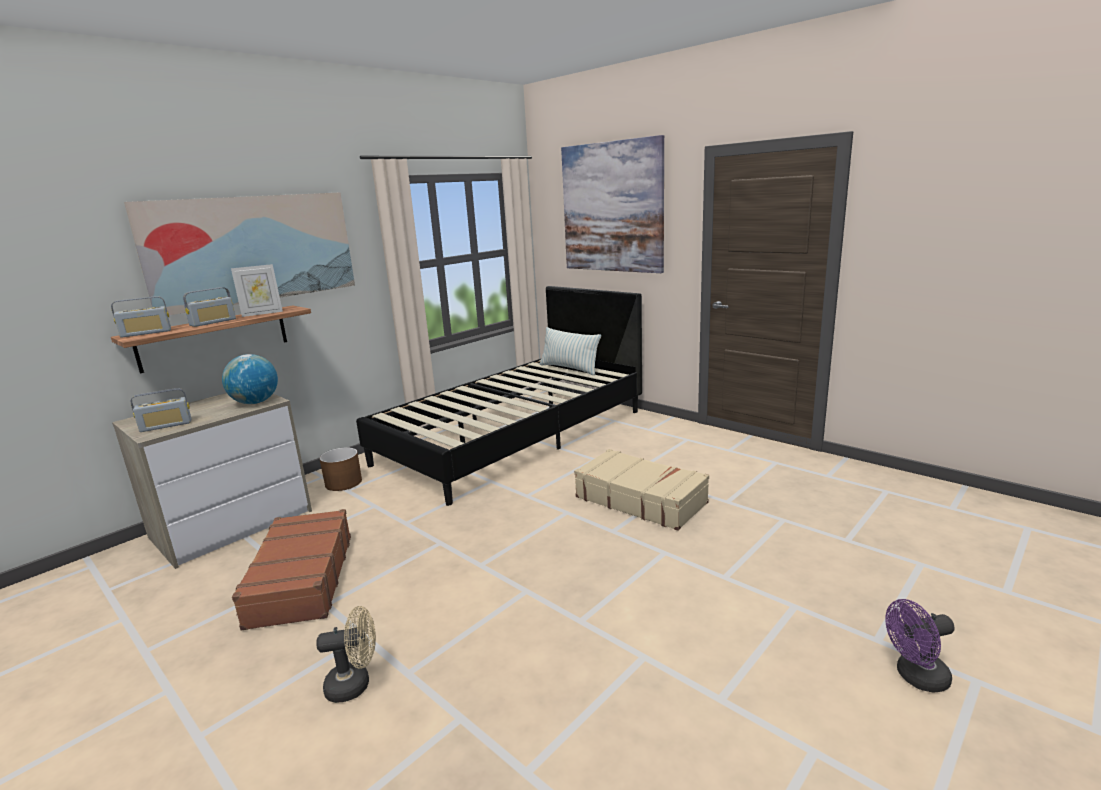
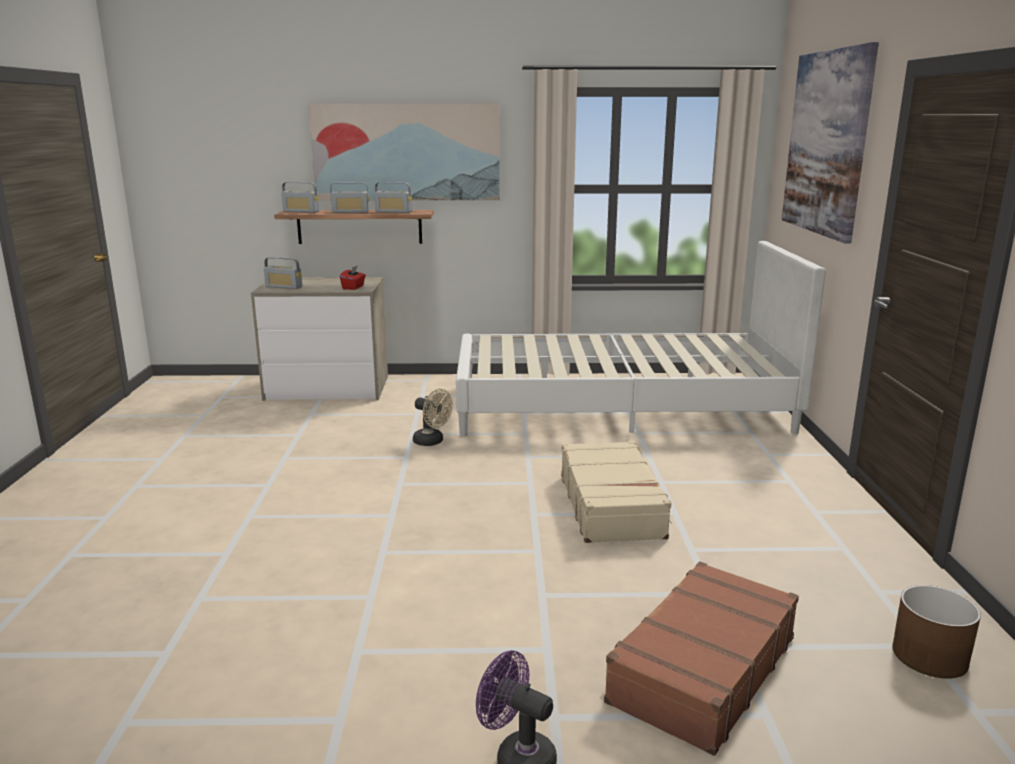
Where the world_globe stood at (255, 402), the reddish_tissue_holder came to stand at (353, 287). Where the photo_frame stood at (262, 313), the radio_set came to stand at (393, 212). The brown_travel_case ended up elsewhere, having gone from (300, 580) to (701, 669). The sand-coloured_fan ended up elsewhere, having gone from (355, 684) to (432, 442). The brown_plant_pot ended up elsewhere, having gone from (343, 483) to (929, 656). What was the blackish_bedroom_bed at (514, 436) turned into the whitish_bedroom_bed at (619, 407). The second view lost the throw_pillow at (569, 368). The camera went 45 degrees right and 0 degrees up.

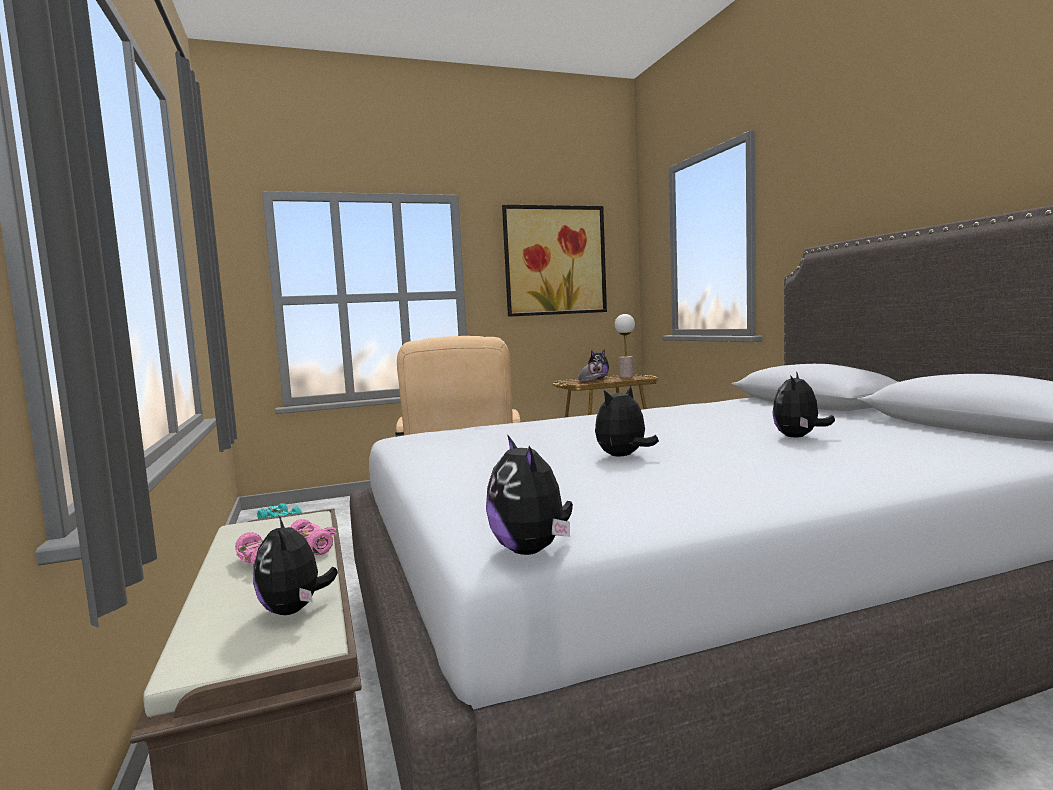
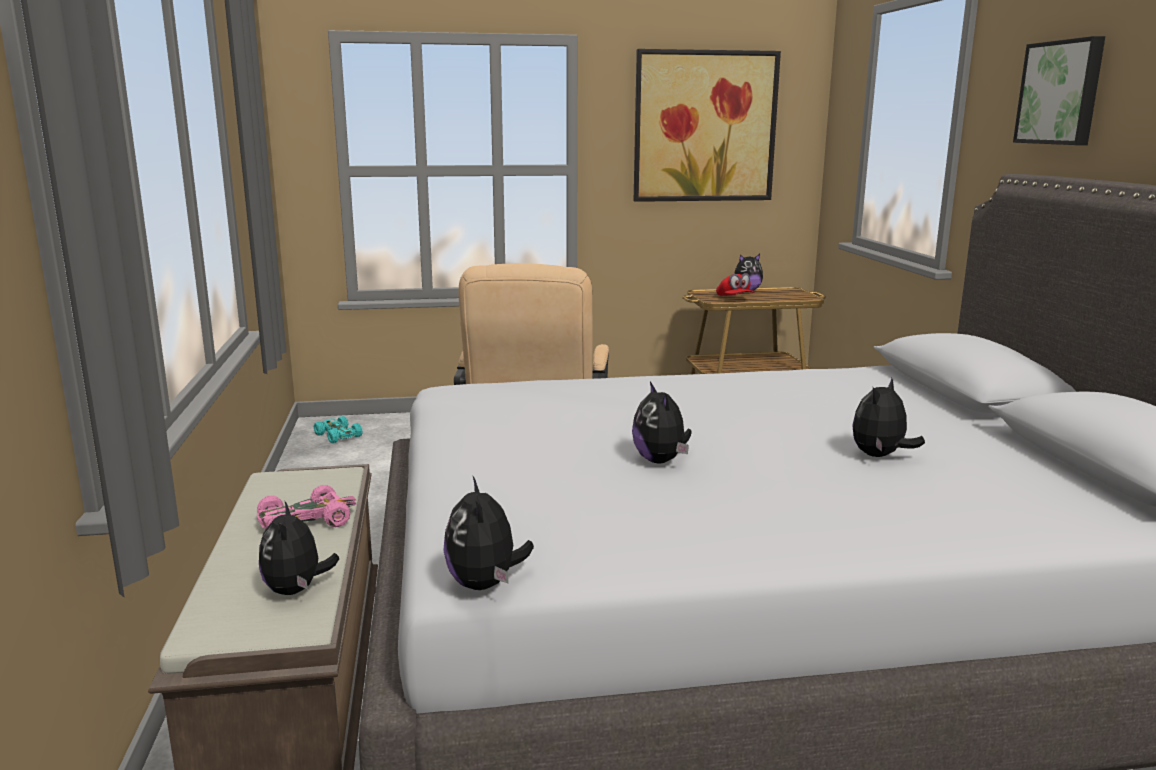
What was the gray_baseball_cap at (592, 382) turned into the reddish_baseball_cap at (734, 299). The soft_toy at (623, 456) ended up facing another way, 75 degrees counterclockwise from before. The second view lost the lamp_for_a_table at (626, 377). The second view gained the wall_picture at (1061, 93). The camera went 10 degrees right and 10 degrees up.

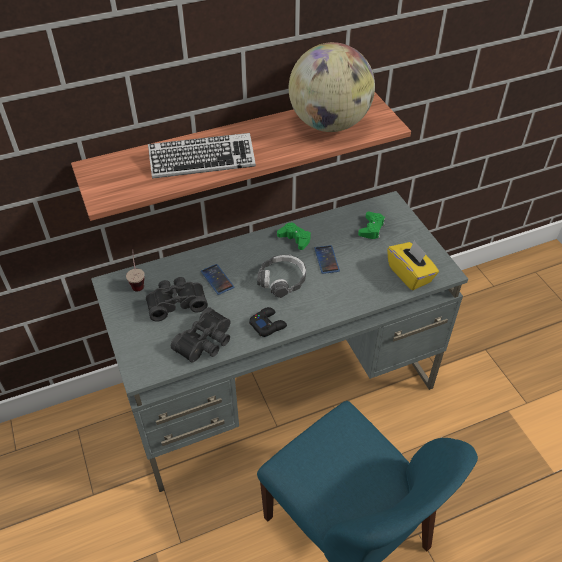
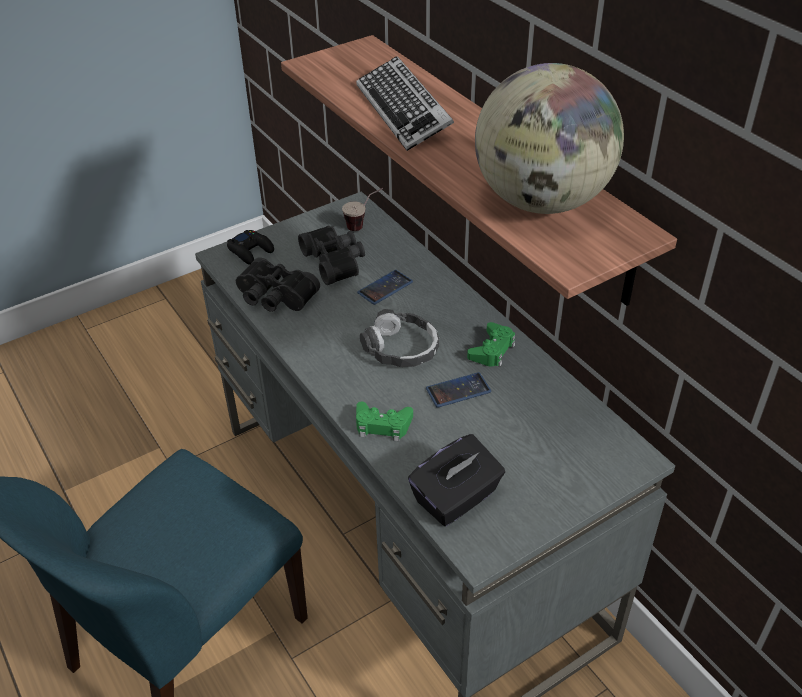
The blackish_game_controller ended up elsewhere, having gone from (268, 324) to (251, 251). The green_game_controller ended up elsewhere, having gone from (371, 229) to (382, 425). What was the yellowish_tissue_holder at (410, 274) turned into the blackish_tissue_holder at (456, 498). The camera went 80 degrees right and 5 degrees down.

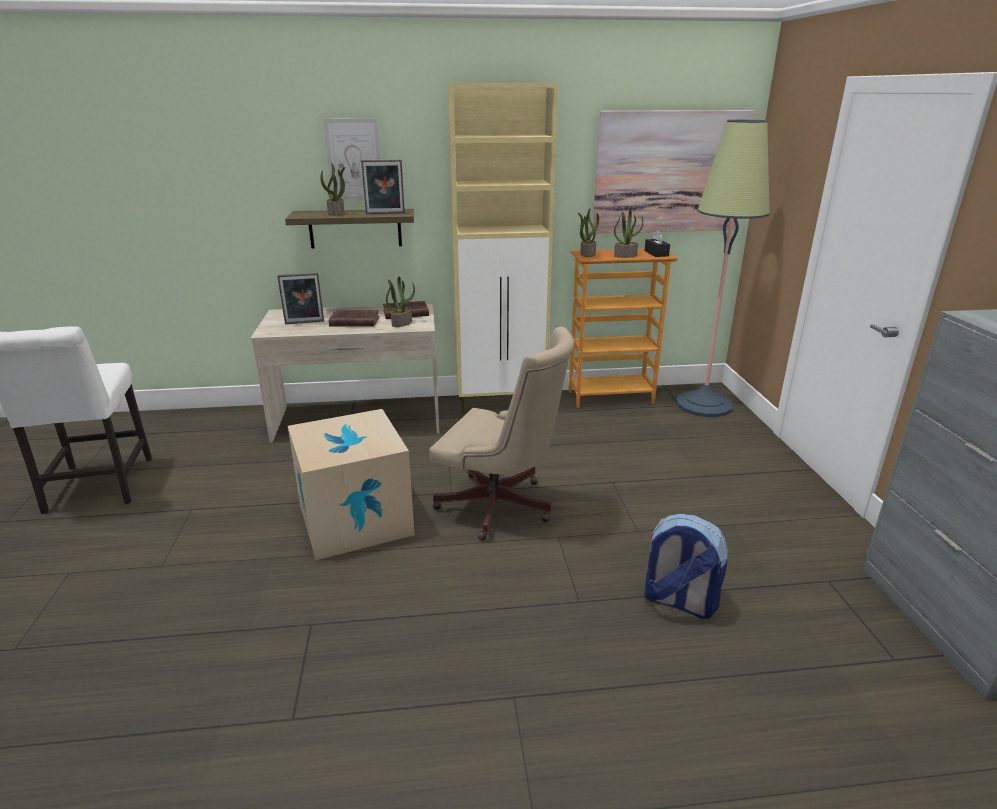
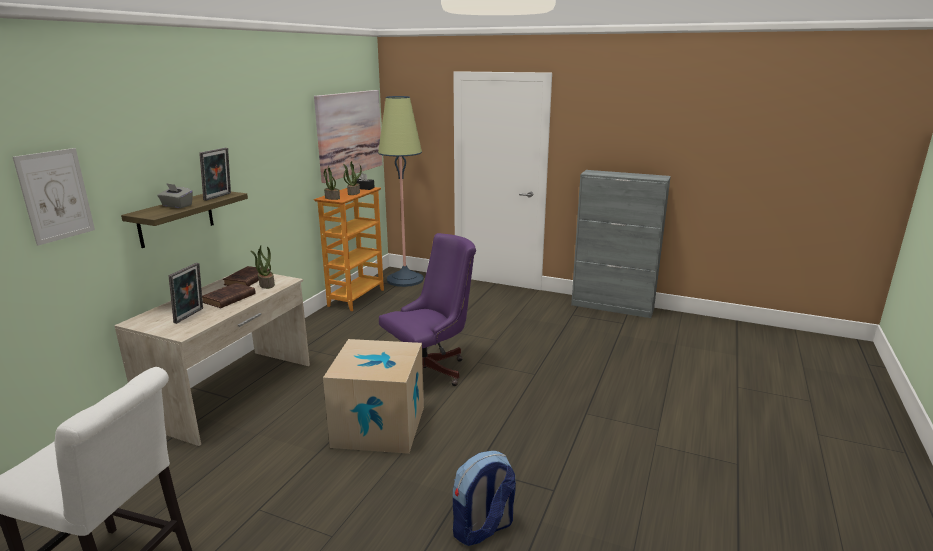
Where the houseplant stood at (336, 213), the gray_tissue_holder came to stand at (177, 206). The wall_picture ended up elsewhere, having gone from (354, 159) to (55, 195). What was the sand-coloured_office_chair at (501, 508) turned into the purplish_office_chair at (430, 370). The second view lost the sand-coloured_cupboard at (502, 404). The knapsack ended up elsewhere, having gone from (678, 601) to (483, 529). The camera went 60 degrees left and 5 degrees down.

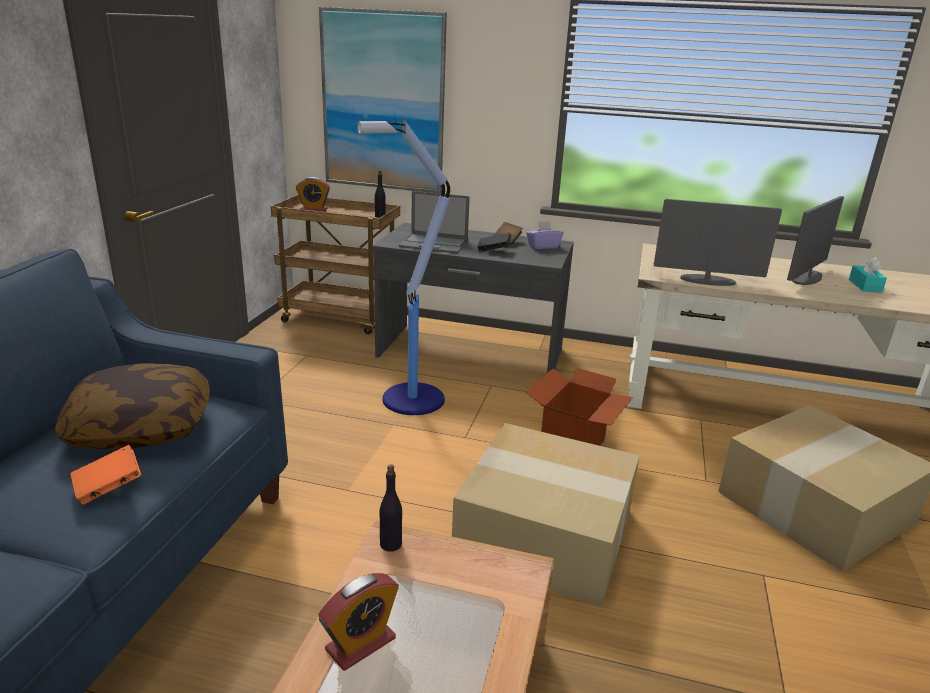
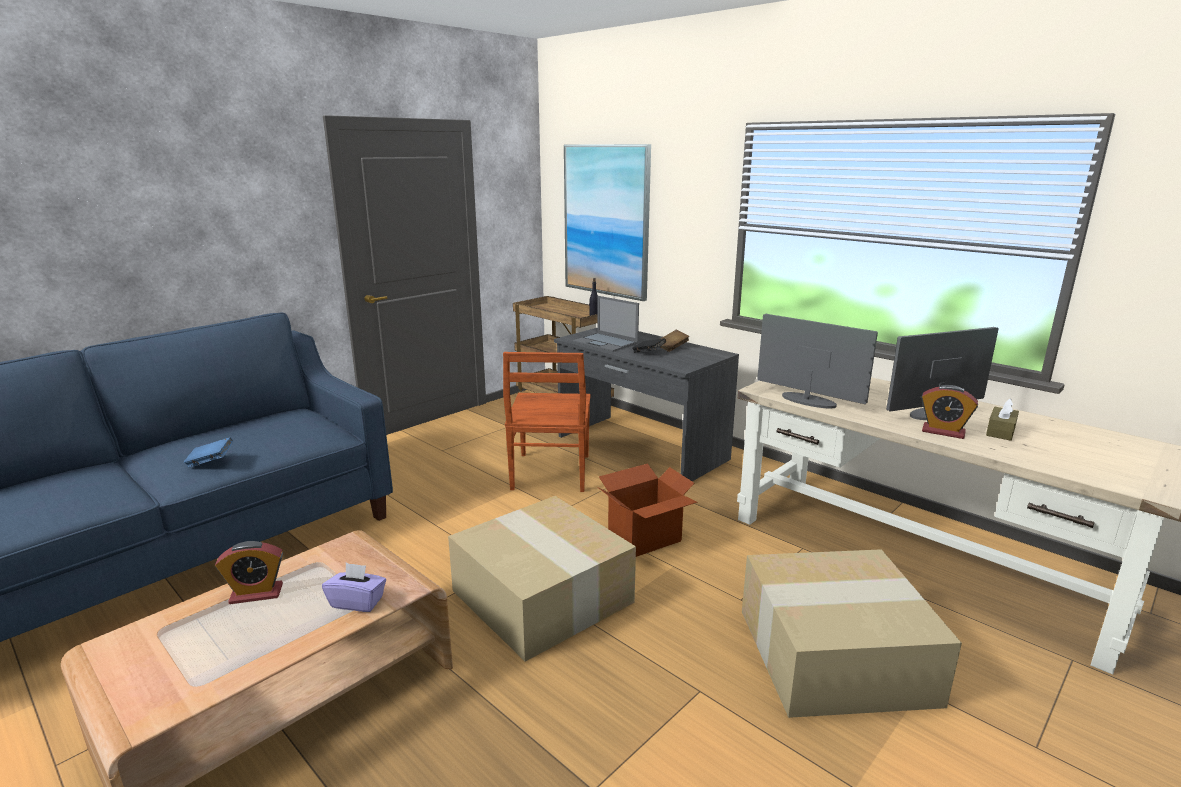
The second view lost the throw_pillow at (141, 427). What was the orange-coloured_bound_book at (108, 487) turned into the bluish_bound_book at (211, 462). The table_clock ended up elsewhere, having gone from (314, 209) to (943, 432). Where the standing_lamp stood at (410, 400), the brown_chair came to stand at (550, 473). The second view lost the blackish_beverage_bottle at (390, 544). The purplish_tissue_holder ended up elsewhere, having gone from (543, 246) to (357, 602). What was the blue-green_tissue_holder at (864, 286) turned into the brown_tissue_holder at (1000, 431). The camera went 30 degrees right and 5 degrees down.

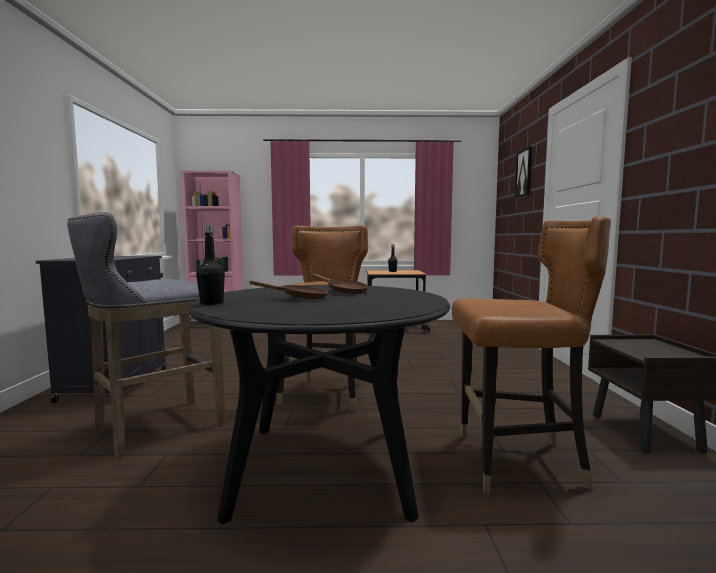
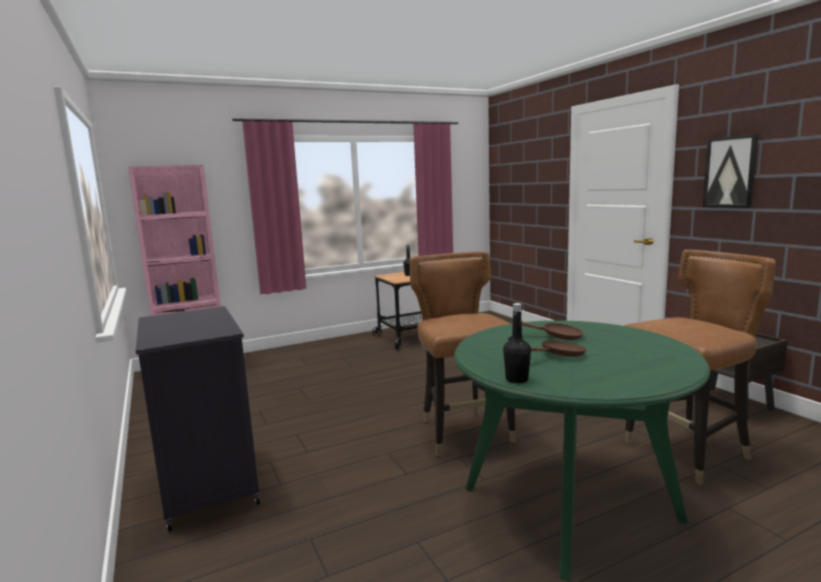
The second view lost the gray_stool_seat at (154, 429). What was the blackish_kitchen_table at (324, 467) turned into the green_kitchen_table at (569, 503). The wall_picture ended up elsewhere, having gone from (524, 173) to (730, 172). The camera went 25 degrees left and 5 degrees up.

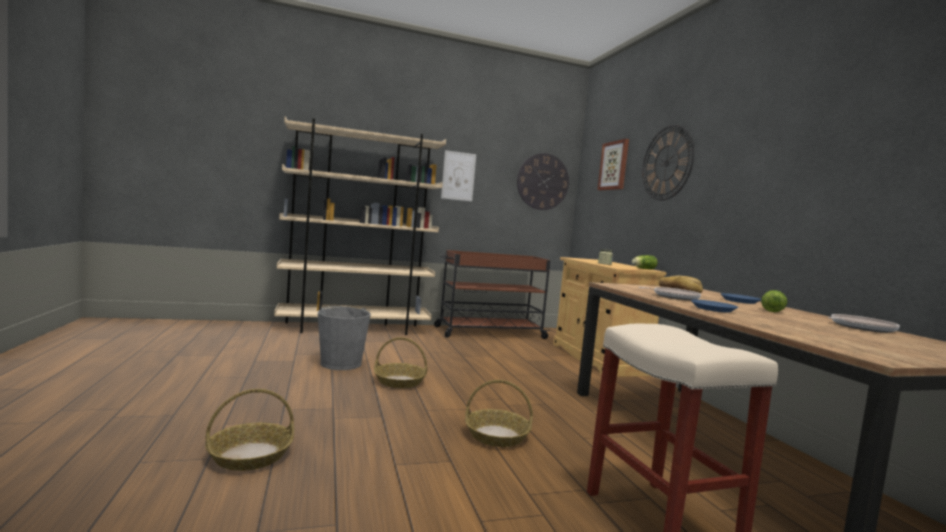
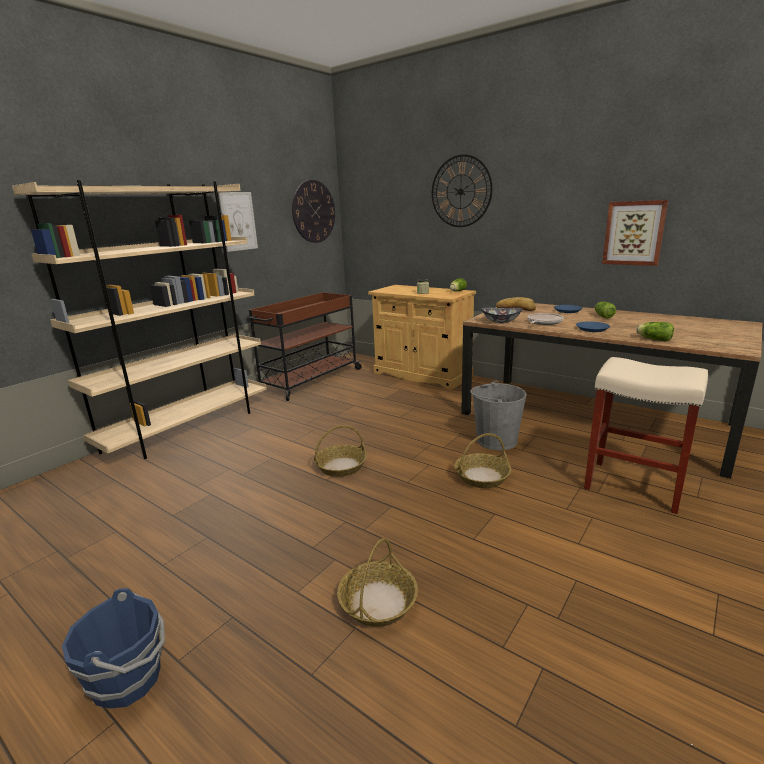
The gray_bucket ended up elsewhere, having gone from (341, 363) to (496, 440). The wall_picture ended up elsewhere, having gone from (614, 165) to (634, 233). The second view lost the skillet at (860, 327). The second view gained the bluish_bucket at (130, 679). The second view gained the bowl at (501, 321). The second view gained the head_of_lettuce at (653, 339). The camera went 35 degrees left and 15 degrees up.

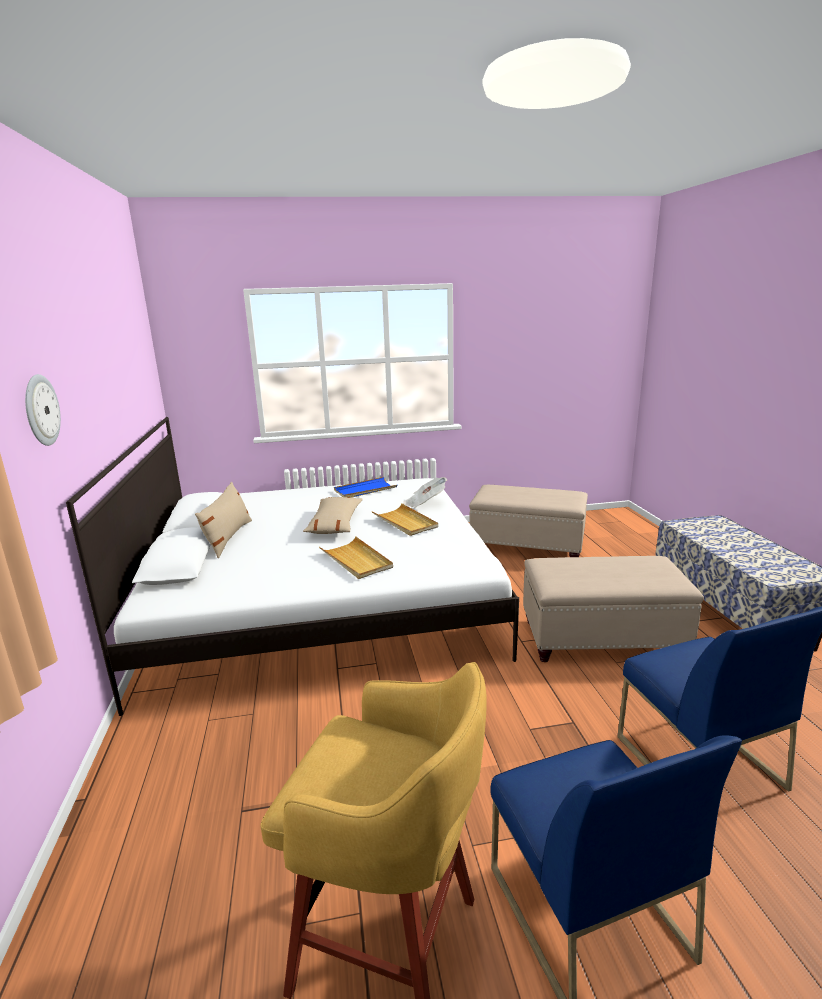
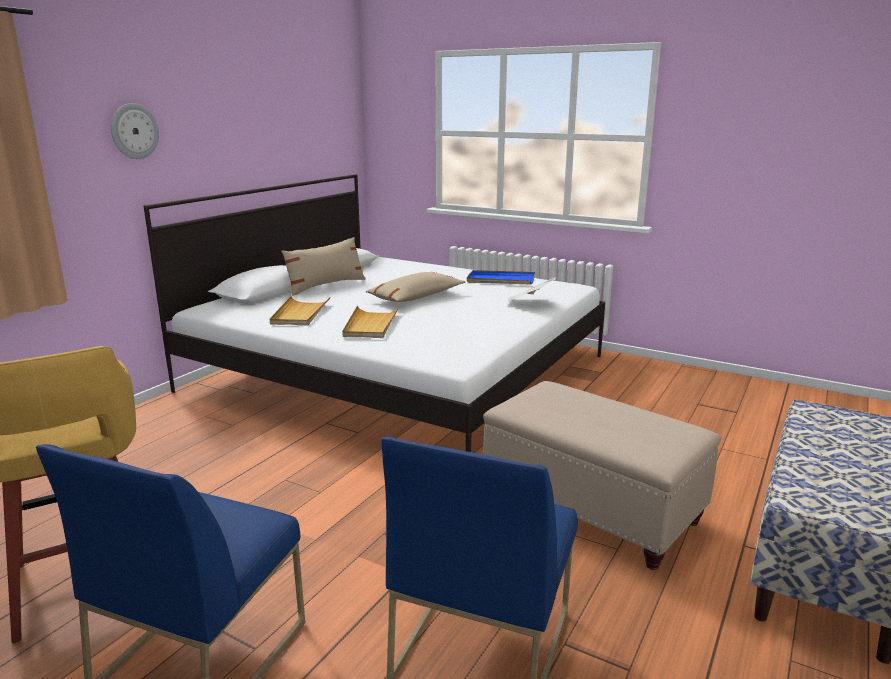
The sand-coloured_tray ended up elsewhere, having gone from (405, 522) to (300, 314). The second view lost the sand-coloured_footrest at (528, 546). The camera went 40 degrees right and 0 degrees up.

